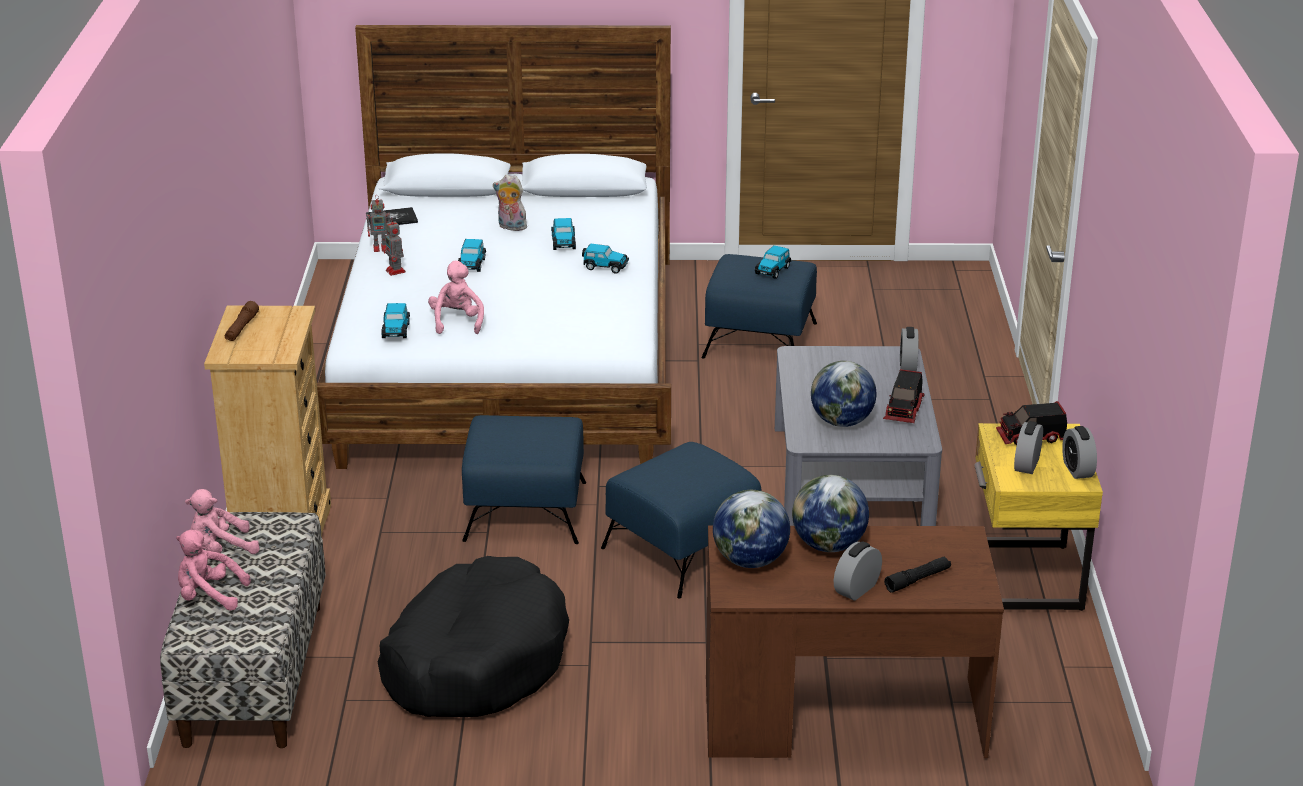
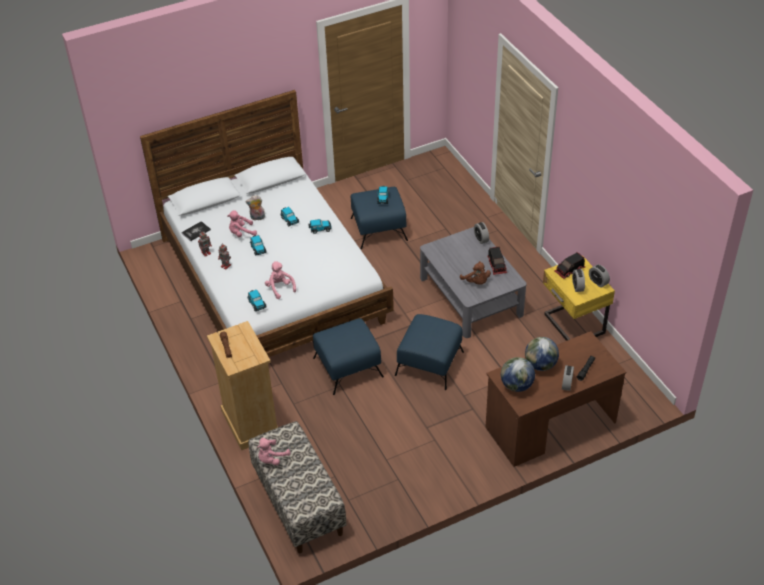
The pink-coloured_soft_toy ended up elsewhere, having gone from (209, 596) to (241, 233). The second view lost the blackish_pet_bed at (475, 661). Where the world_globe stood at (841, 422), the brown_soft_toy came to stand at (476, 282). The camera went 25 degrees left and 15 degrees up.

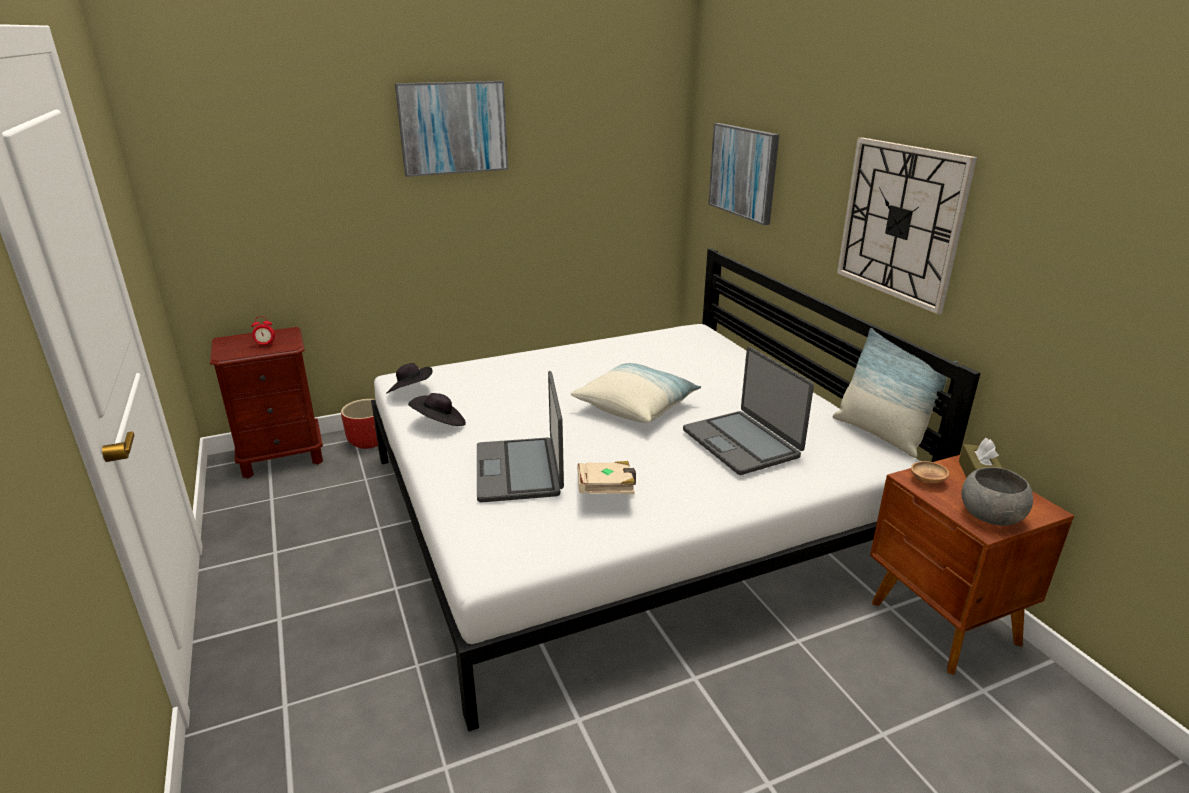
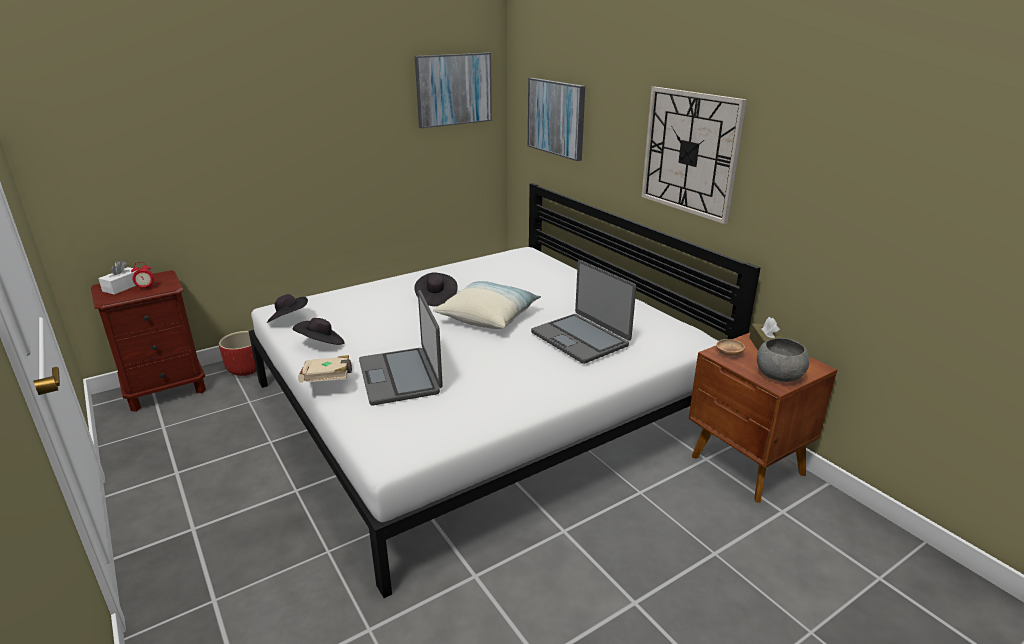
The wall_picture ended up elsewhere, having gone from (453, 128) to (453, 89). The sand-coloured_bound_book ended up elsewhere, having gone from (606, 492) to (328, 381). The second view lost the throw_pillow at (880, 434). The second view gained the whitish_tissue_holder at (123, 287). The second view gained the blackish_wearable_hat at (436, 298). The camera went 10 degrees left and 0 degrees up.

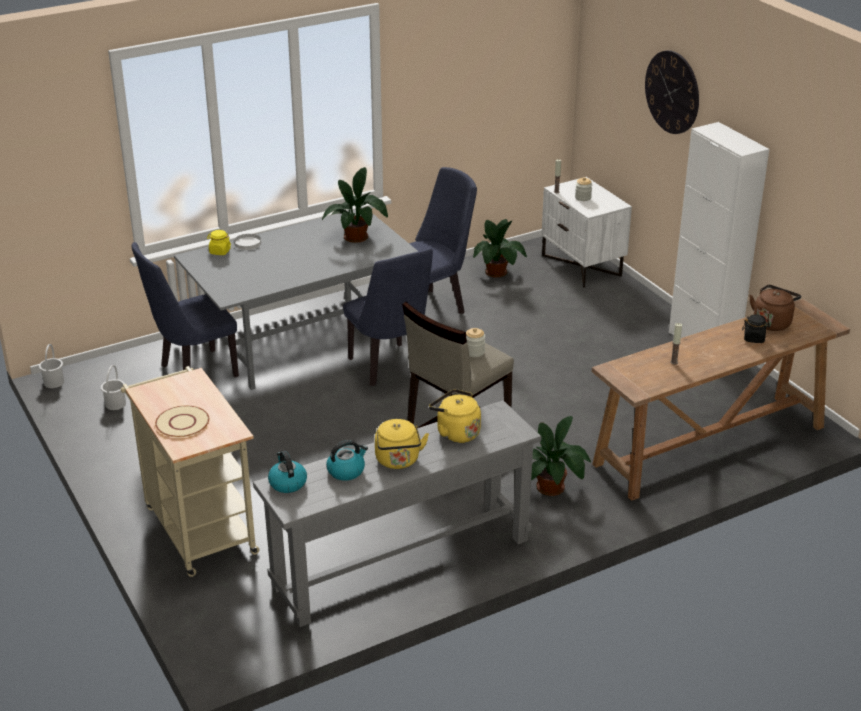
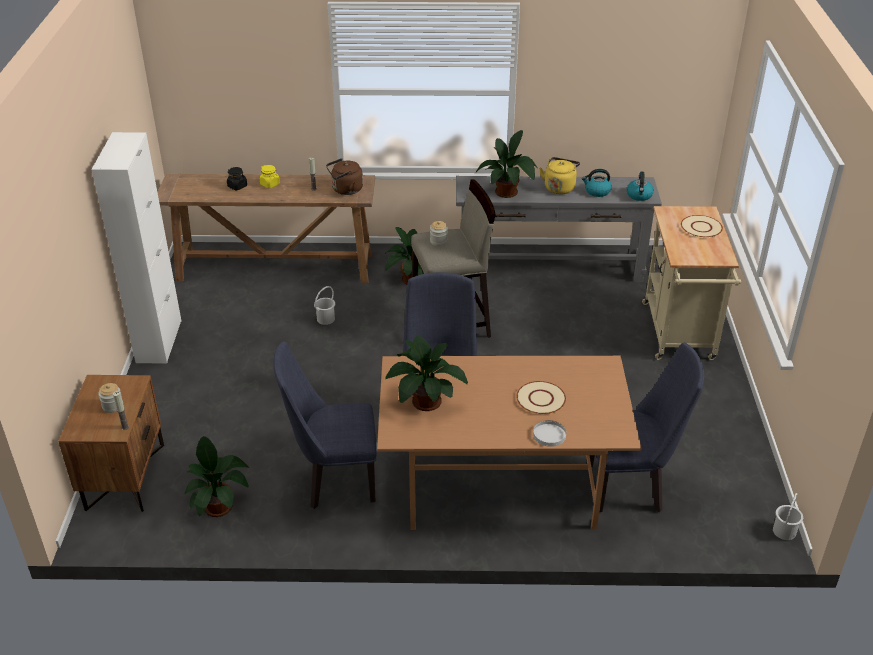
The whitish_bucket ended up elsewhere, having gone from (116, 404) to (325, 319). What was the gray_kitchen_table at (303, 341) turned into the brown_kitchen_table at (499, 485). The yellowish_preserve_jar ended up elsewhere, having gone from (219, 251) to (270, 184). Where the yellowish_tea_kettle stood at (455, 433), the houseplant came to stand at (508, 192). What was the whitish_night_table at (582, 265) turned into the brown_night_table at (124, 476). The second view lost the wall_clock at (672, 92). The brown_tea_kettle ended up elsewhere, having gone from (772, 322) to (345, 190). The second view gained the sand-coloured_plate at (540, 399). The camera went 150 degrees left and 5 degrees up.

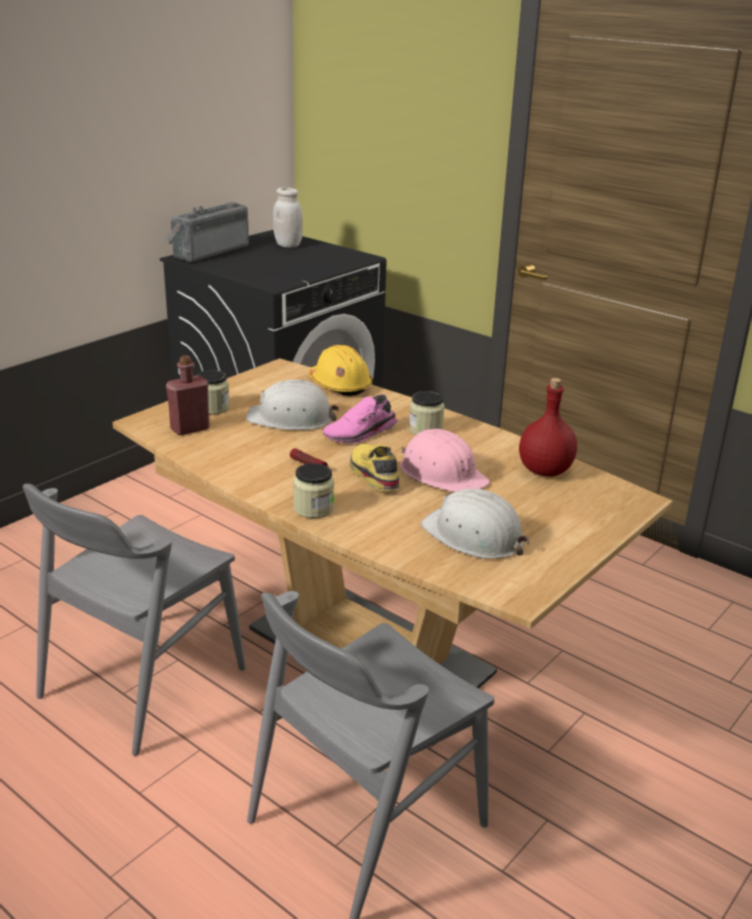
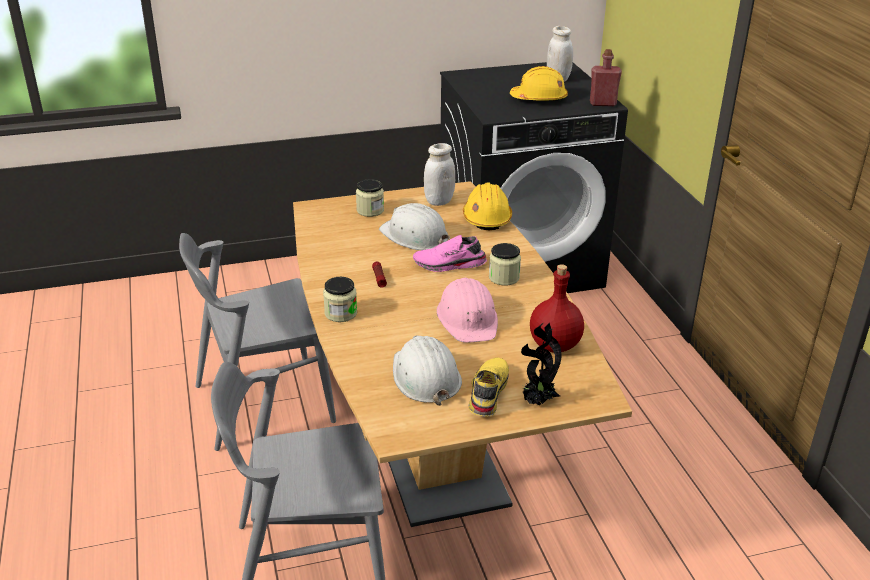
The second view lost the radio_set at (208, 251). The reddish_beverage_bottle ended up elsewhere, having gone from (190, 429) to (602, 103). The yellowish_shoe ended up elsewhere, having gone from (372, 475) to (486, 392). The second view gained the whitish_preserve_jar at (439, 201). The second view gained the yellowish_work_helmet at (539, 98). The second view gained the houseplant at (537, 402). The camera went 35 degrees right and 5 degrees up.

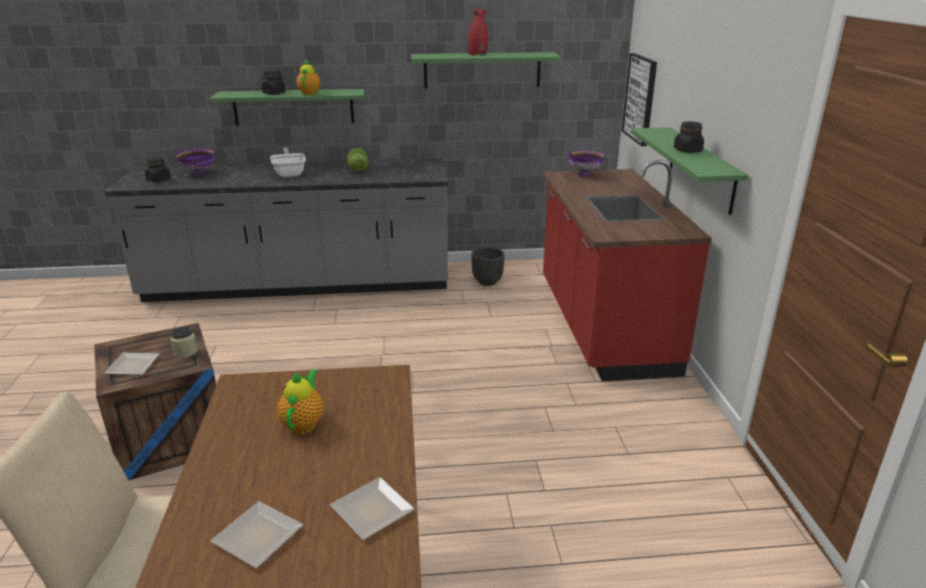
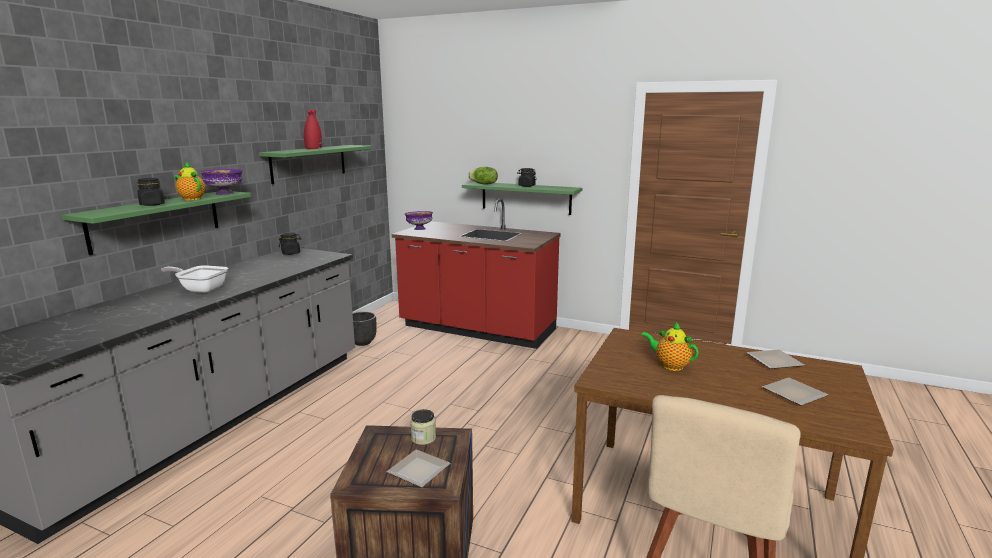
The blackish_preserve_jar ended up elsewhere, having gone from (159, 180) to (291, 253). The purplish_bowl ended up elsewhere, having gone from (199, 174) to (225, 193). The head_of_lettuce ended up elsewhere, having gone from (357, 170) to (483, 184). The second view lost the wall_picture at (640, 99). The camera went 60 degrees left and 10 degrees down.

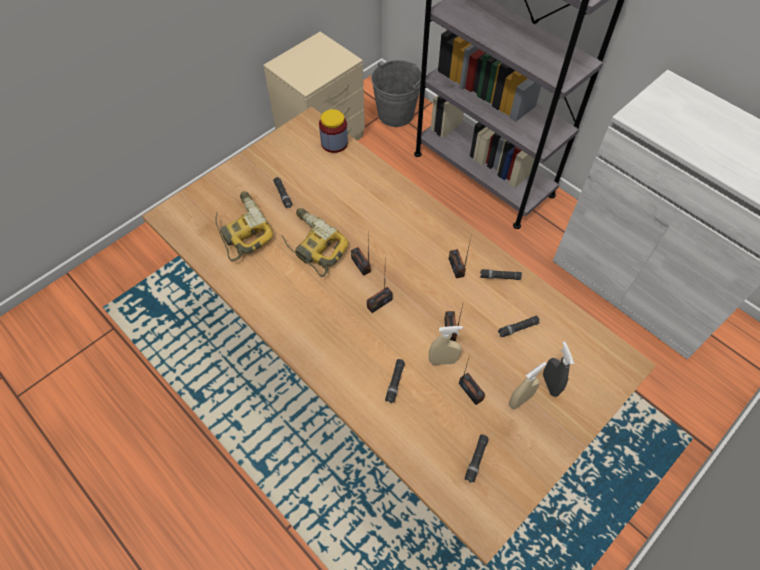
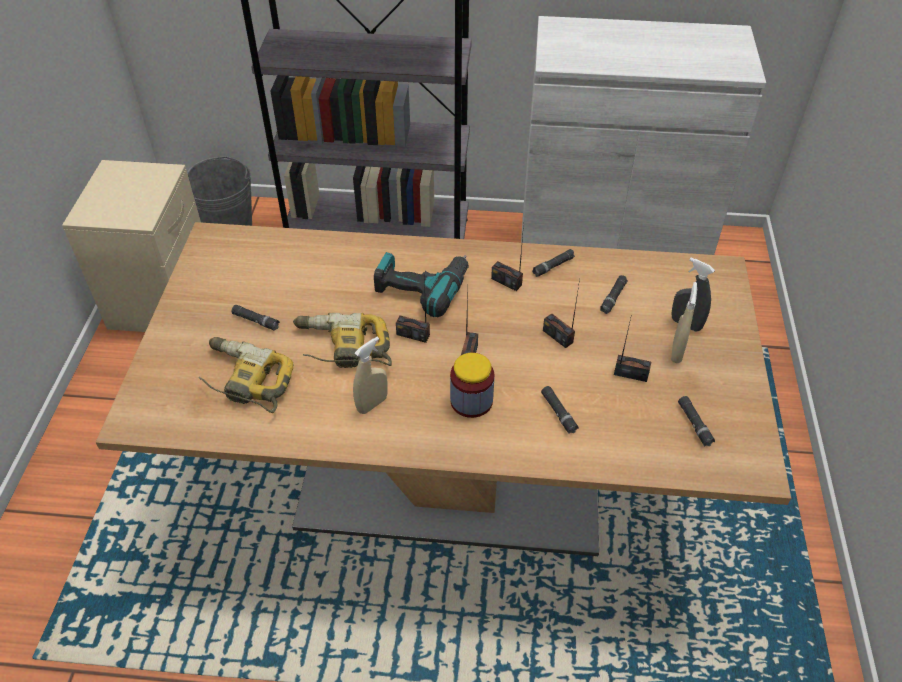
The preserve_jar ended up elsewhere, having gone from (334, 143) to (471, 401). The sand-coloured_hand_sprayer ended up elsewhere, having gone from (443, 361) to (372, 404). The second view gained the electric_drill at (422, 287). The camera went 40 degrees left and 10 degrees down.

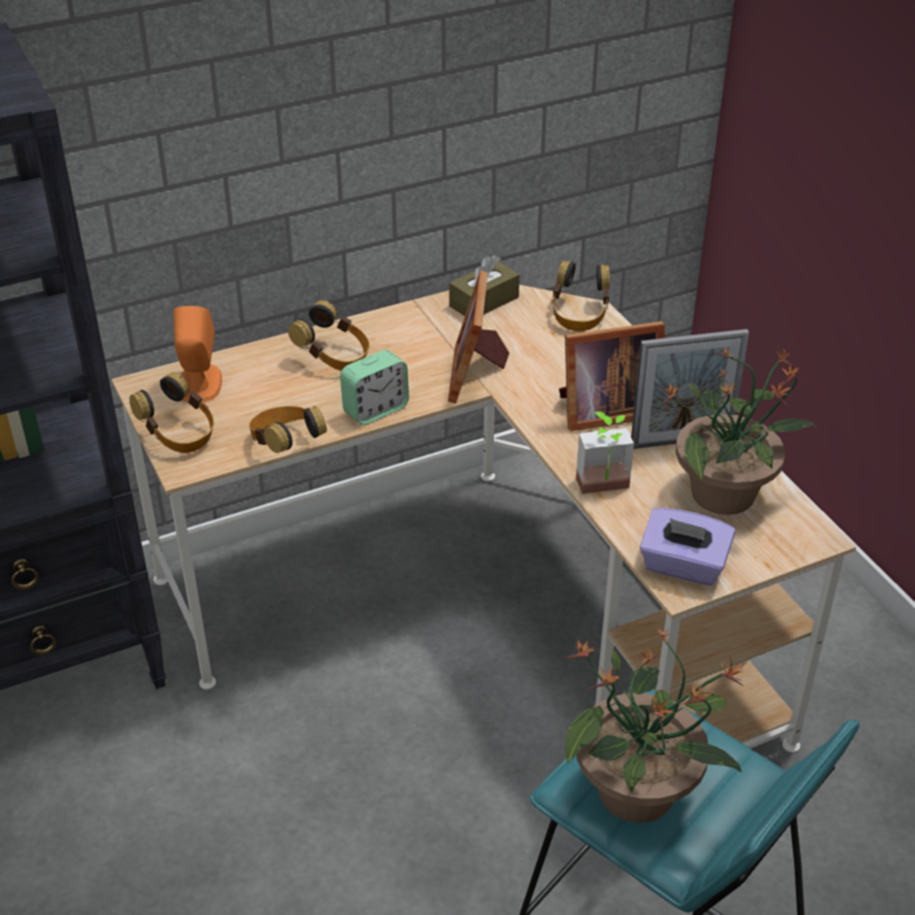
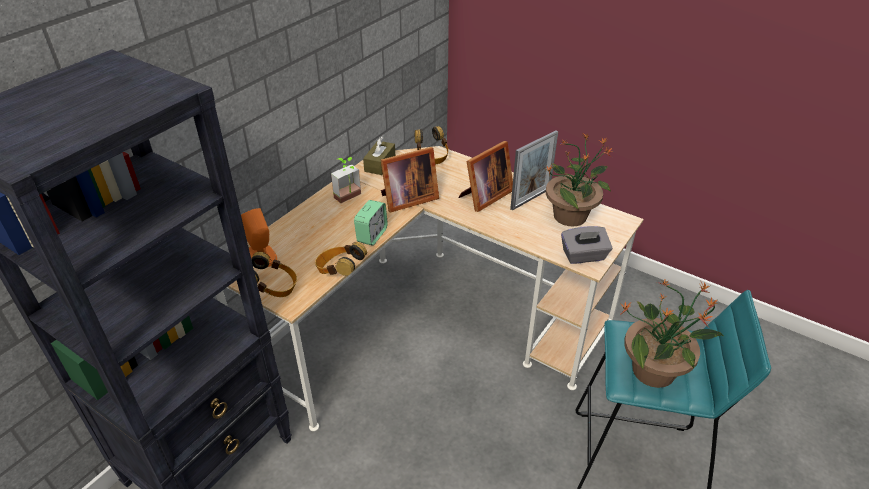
The second view lost the pair_of_headphones at (334, 358). The photo_frame at (476, 373) ended up facing another way, 90 degrees counterclockwise from before. The houseplant ended up elsewhere, having gone from (605, 489) to (350, 198). What was the purplish_tissue_holder at (683, 566) turned into the gray_tissue_holder at (584, 256). The camera went 30 degrees left and 0 degrees up.

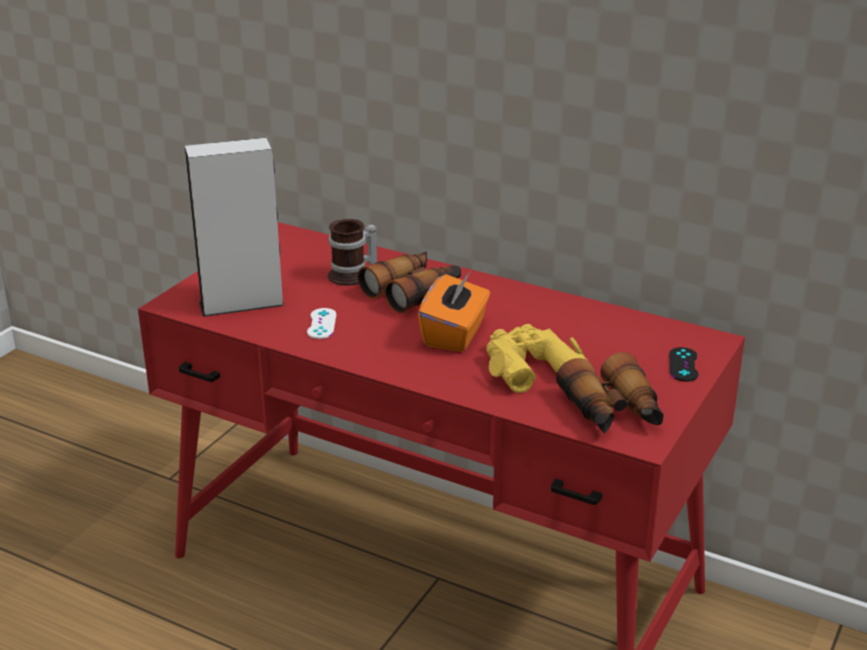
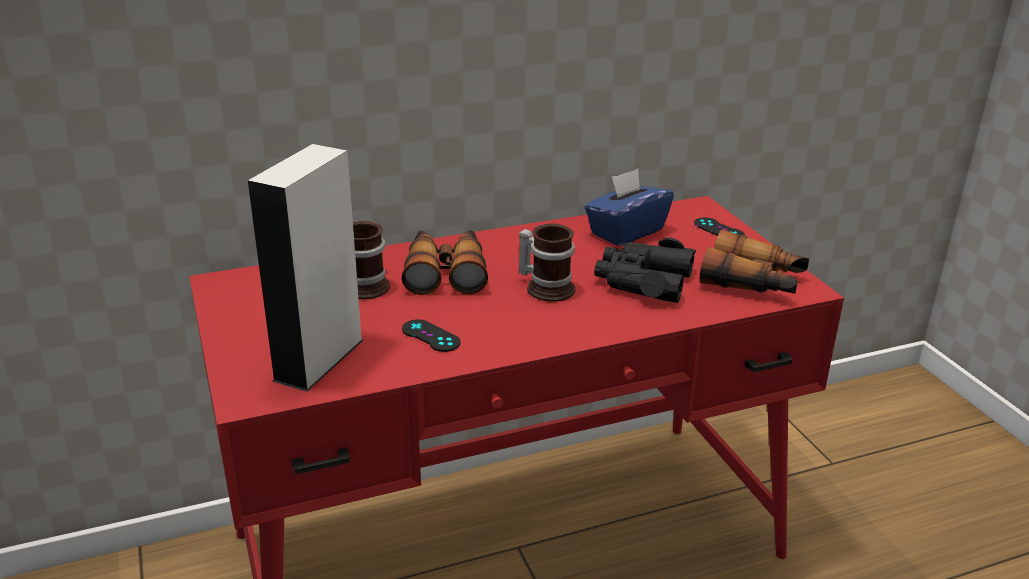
What was the whitish_game_controller at (321, 324) turned into the blackish_game_controller at (430, 336). Where the orange-coloured_tissue_holder stood at (455, 334), the tea_mug came to stand at (547, 287). What was the yellowish_binoculars at (529, 366) turned into the blackish_binoculars at (643, 281). The second view gained the bluish_tissue_holder at (626, 232). The camera went 50 degrees left and 0 degrees up.

